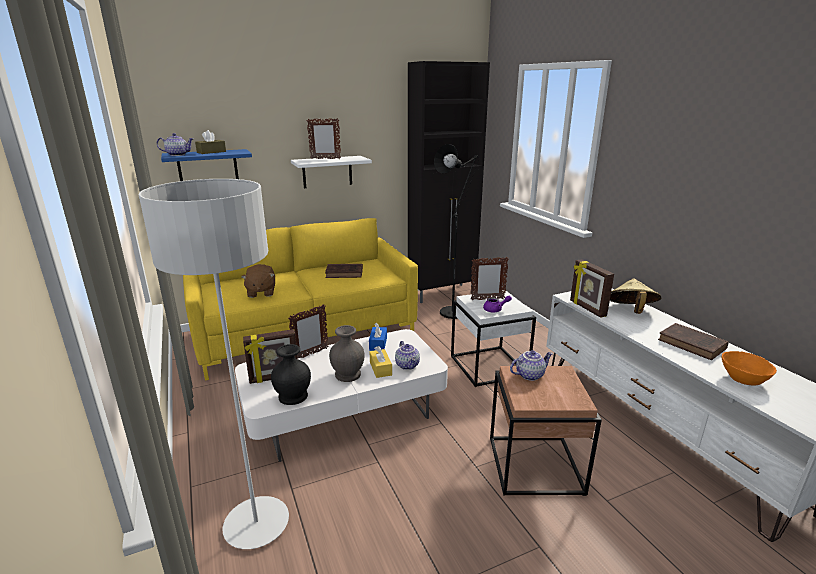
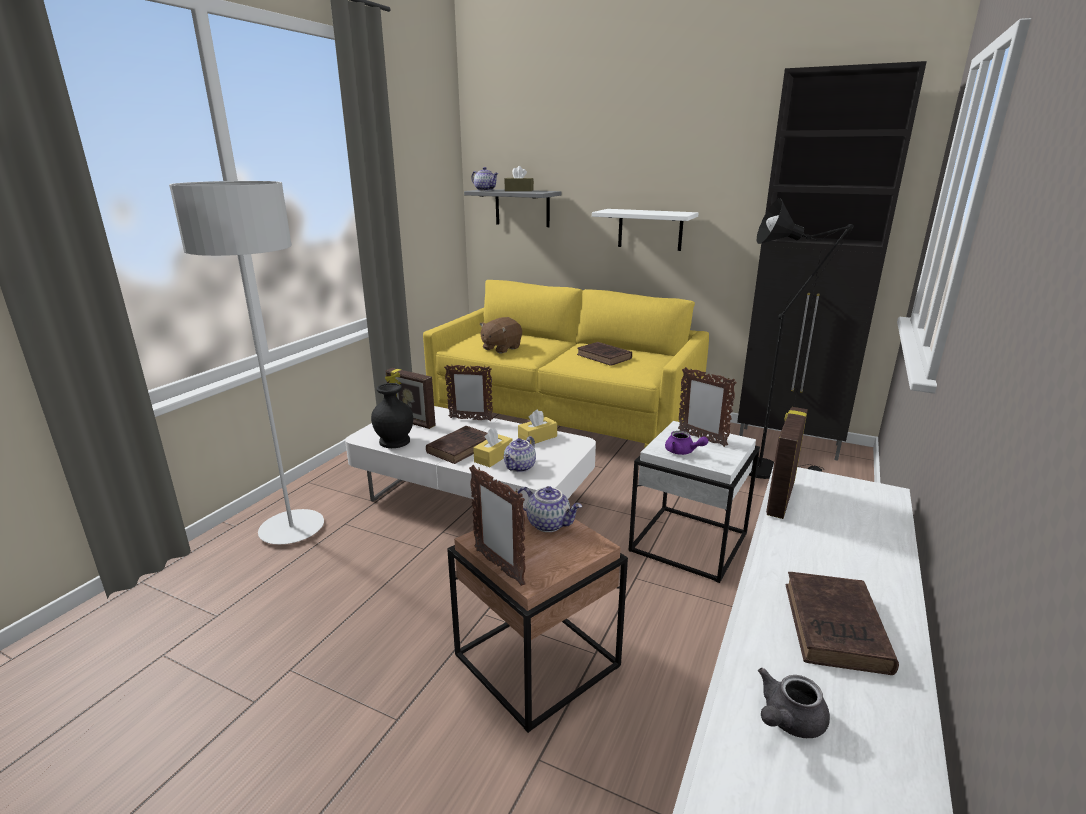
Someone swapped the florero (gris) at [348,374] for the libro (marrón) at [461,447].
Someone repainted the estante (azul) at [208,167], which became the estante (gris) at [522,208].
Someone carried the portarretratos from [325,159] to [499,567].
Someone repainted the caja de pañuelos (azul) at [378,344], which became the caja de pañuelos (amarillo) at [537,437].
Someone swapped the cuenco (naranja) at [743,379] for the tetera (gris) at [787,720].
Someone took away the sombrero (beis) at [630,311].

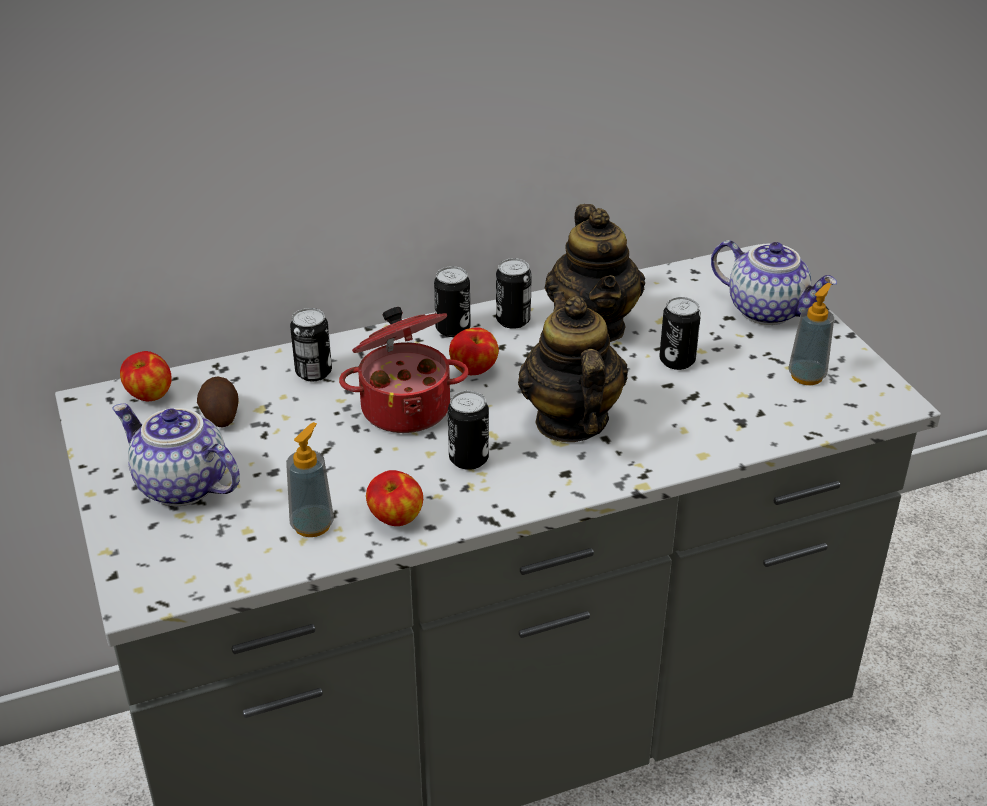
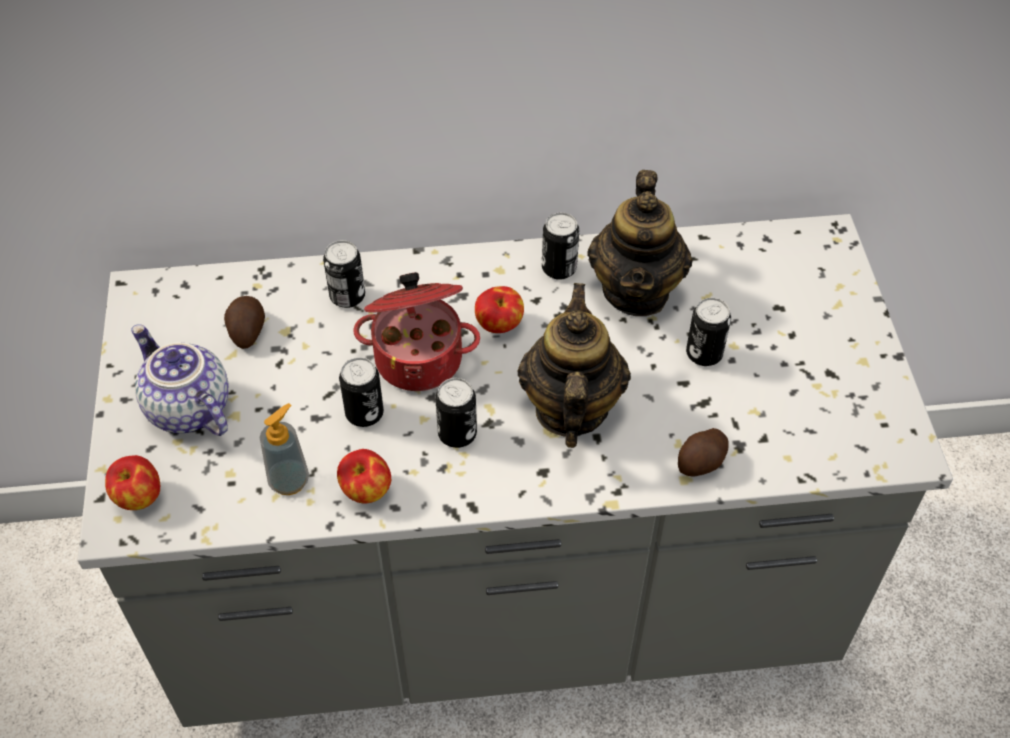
Someone carried the manzana from [149,396] to [138,497].
Someone carried the lata from [453,329] to [364,413].
Someone put down the patata at [702,462].
Someone took away the tetera at [768,310].
Someone took away the dispensador de jabón at [806,376].

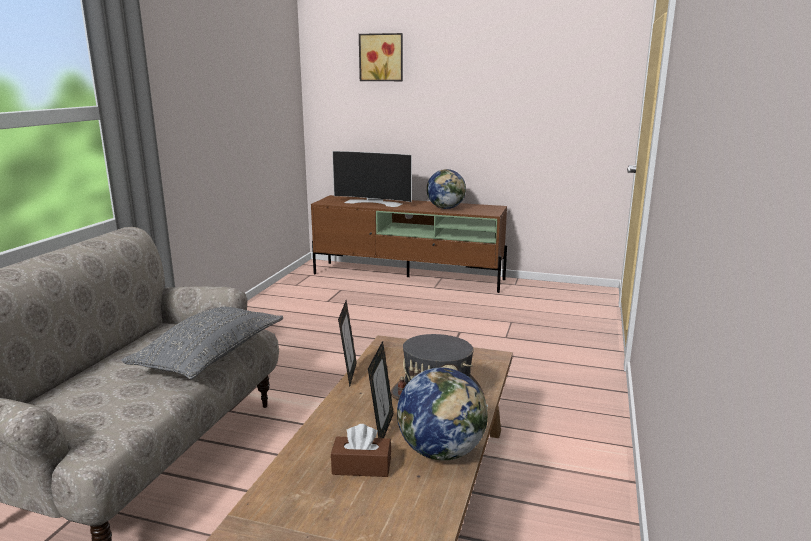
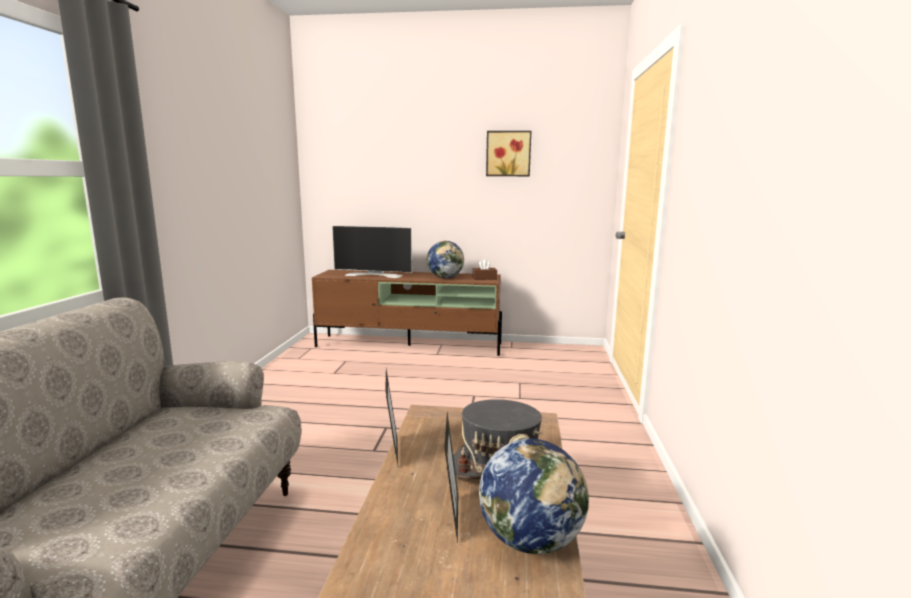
Someone carried the caja de pañuelos (marrón) from [361,466] to [484,278].
Someone carried the cuadro from [381,57] to [508,153].
Someone took away the cojín (gris) at [211,355].

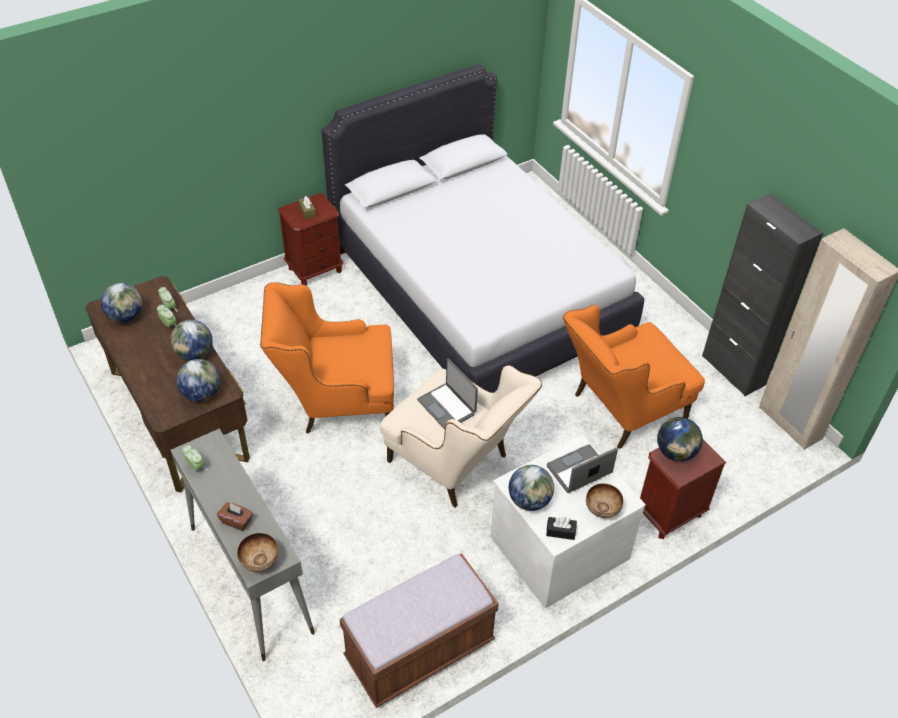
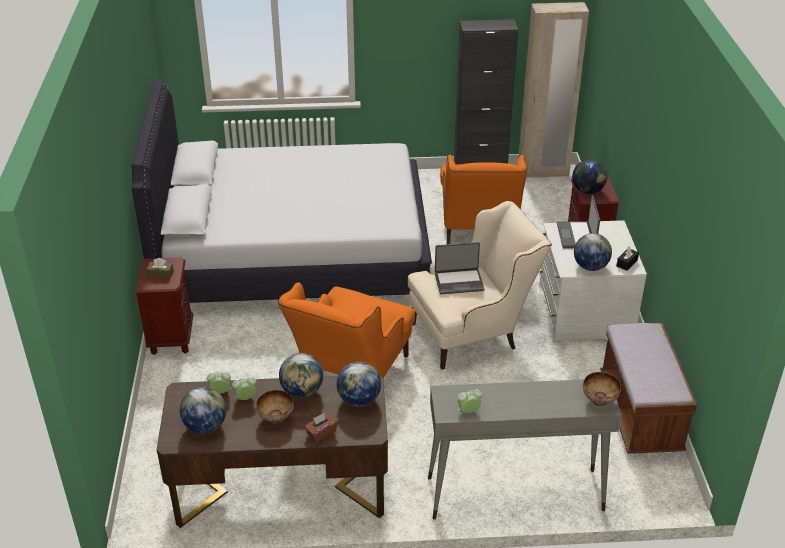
Someone carried the cuenco from [601,511] to [276,418].
Someone carried the caja de pañuelos (marrón) from [236,521] to [321,433].

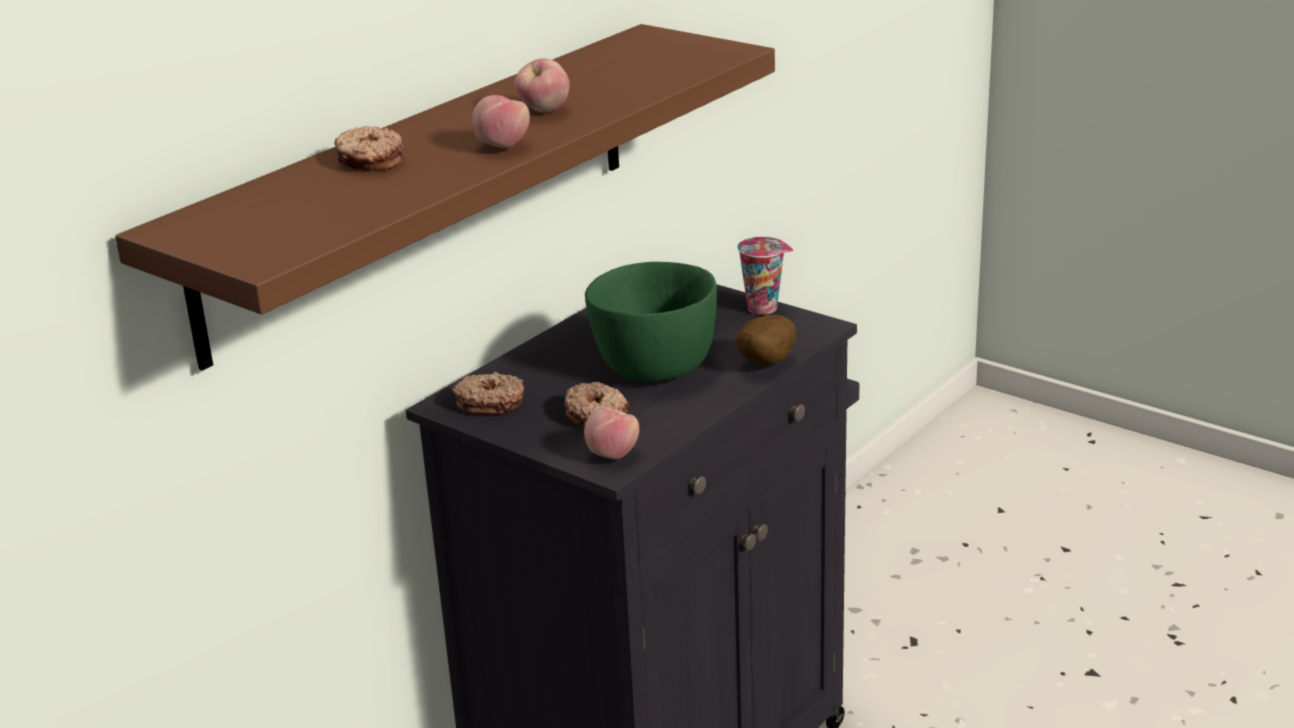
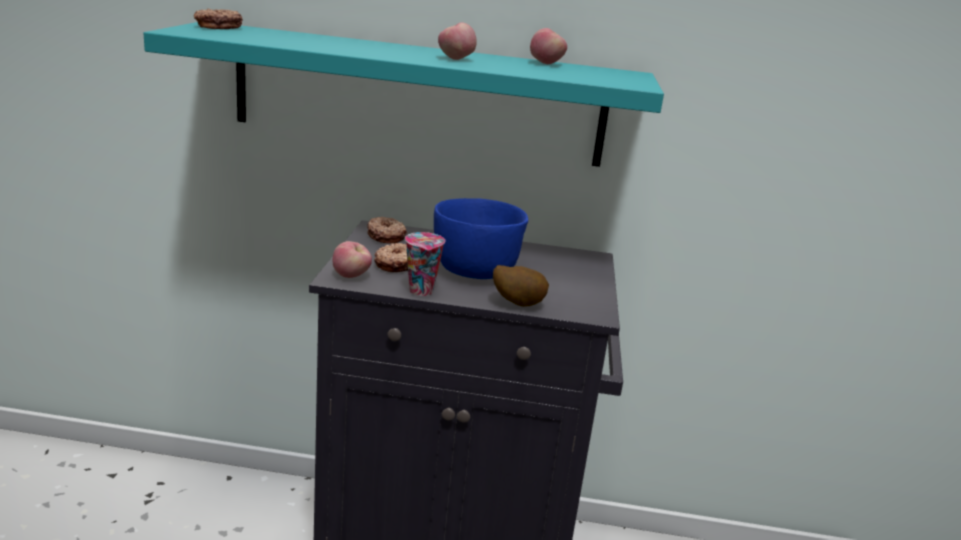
Someone repainted the estante (marrón) at [424,186], which became the estante (turquesa) at [419,95].
Someone carried the rosquilla from [370,161] to [218,27].
Someone carried the taza from [765,308] to [422,291].
Someone repainted the cuenco (verde) at [653,367], which became the cuenco (azul) at [475,271].
Someone carried the manzana from [503,146] to [546,64].

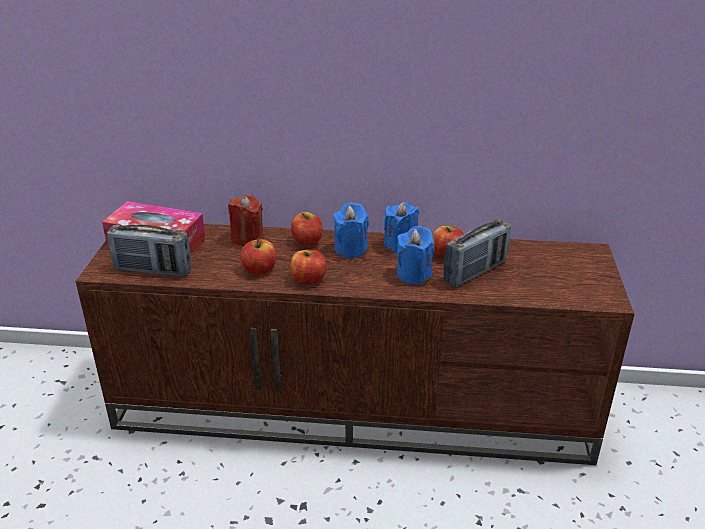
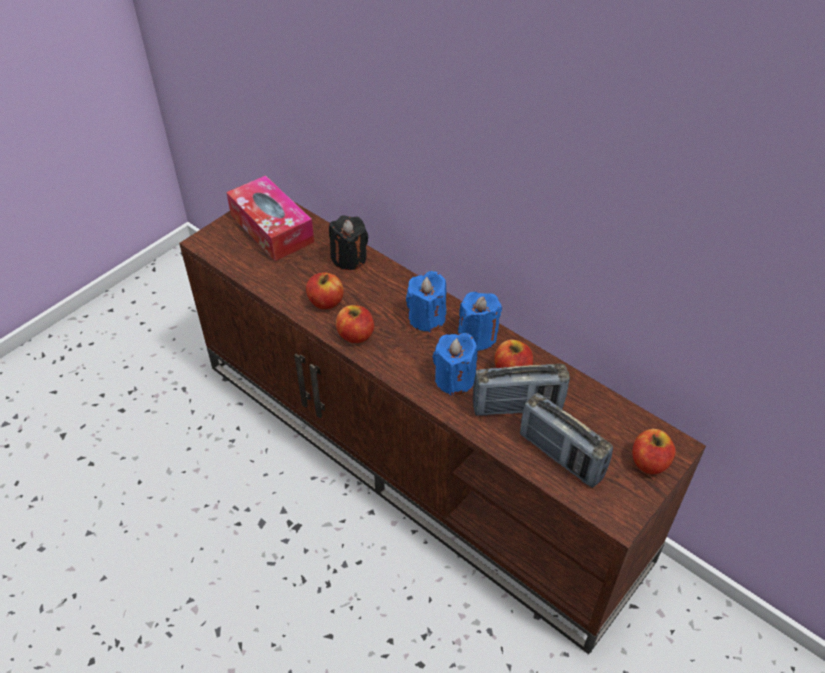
Someone repainted the vela (rojo) at [247,238], which became the vela (negro) at [349,258].
Someone carried the radio from [153,270] to [560,456].
Someone carried the manzana from [307,241] to [649,462].

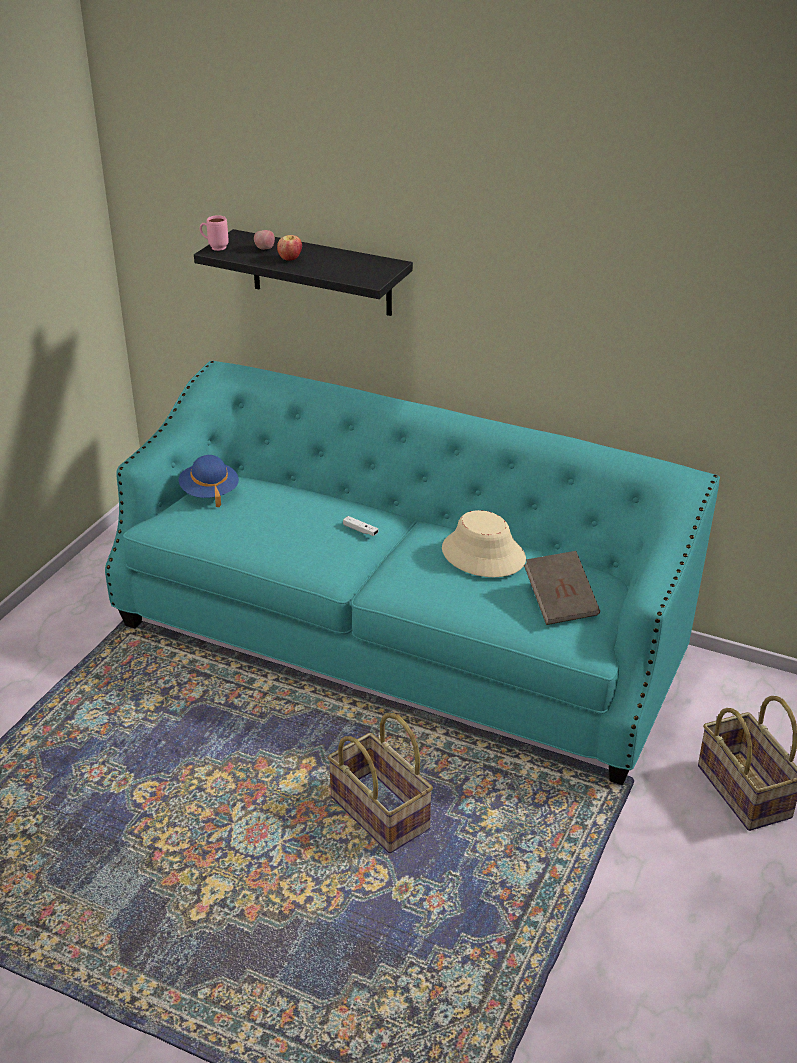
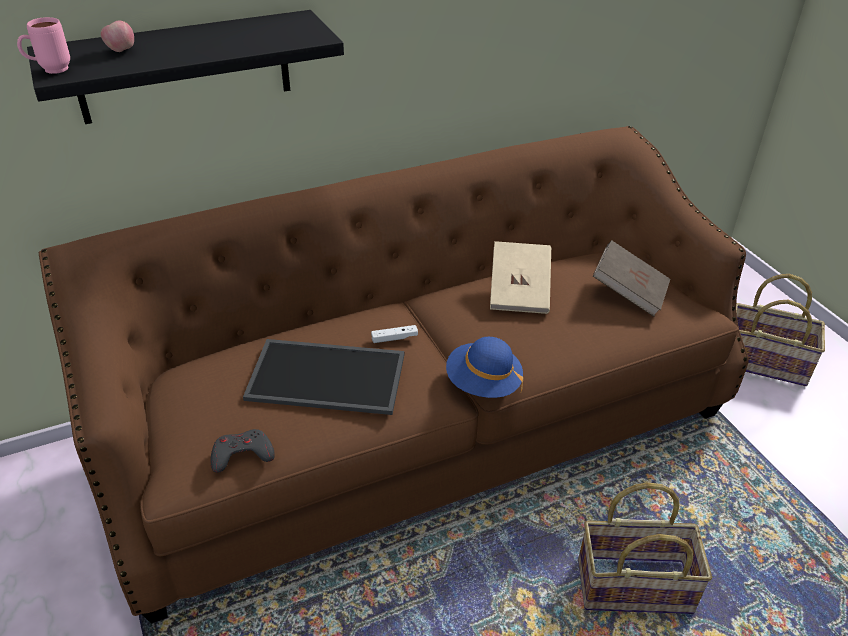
Someone repainted the sofá (turquesa) at [399,641], which became the sofá (marrón) at [422,428].
Someone put down the mando de consola (gris) at [242,454].
Someone put down the bandeja at [328,375].
Someone carried the sombrero (azul) from [209,492] to [483,384].
Someone swapped the sombrero (beis) at [483,554] for the libro (beis) at [519,293].
Someone took away the manzana at [290,259].

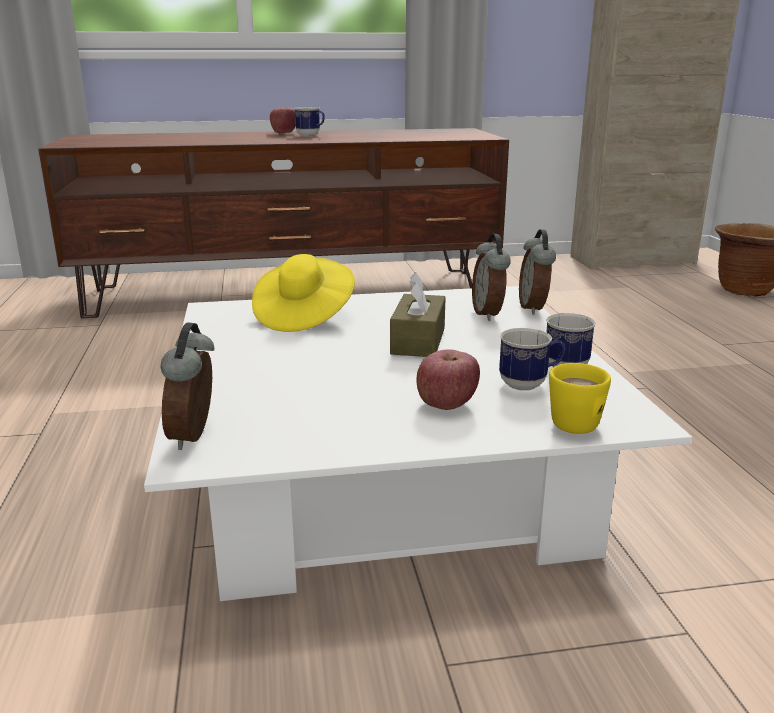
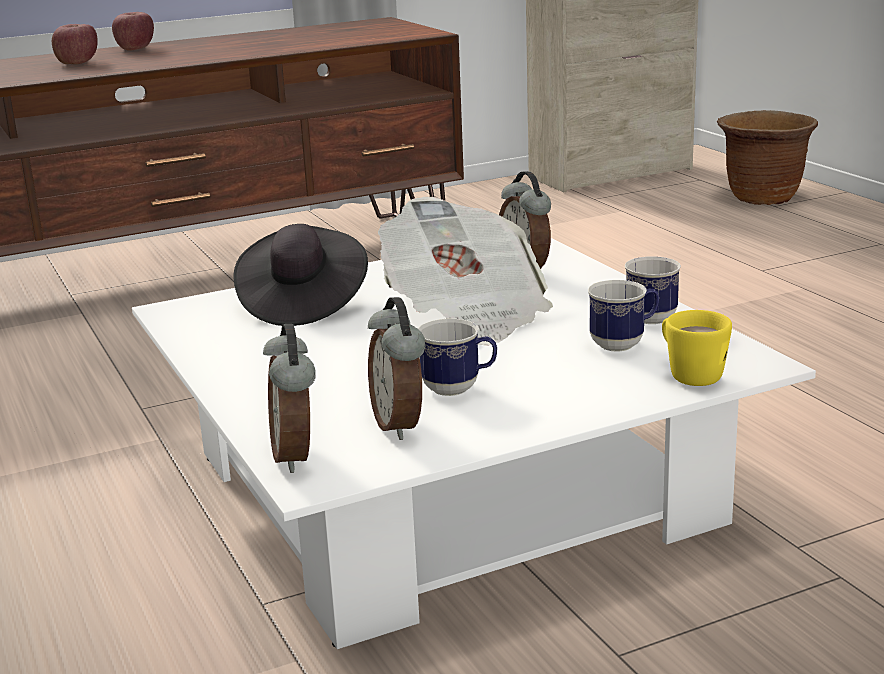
Someone carried the manzana from [446,404] to [77,63].
Someone repainted the sombrero (amarillo) at [303,316], which became the sombrero (negro) at [302,303].
Someone carried the despertador from [534,308] to [400,425].
Someone swapped the caja de pañuelos (marrón) at [418,341] for the periódico at [466,313].
Someone carried the taza grande from [311,135] to [459,389].

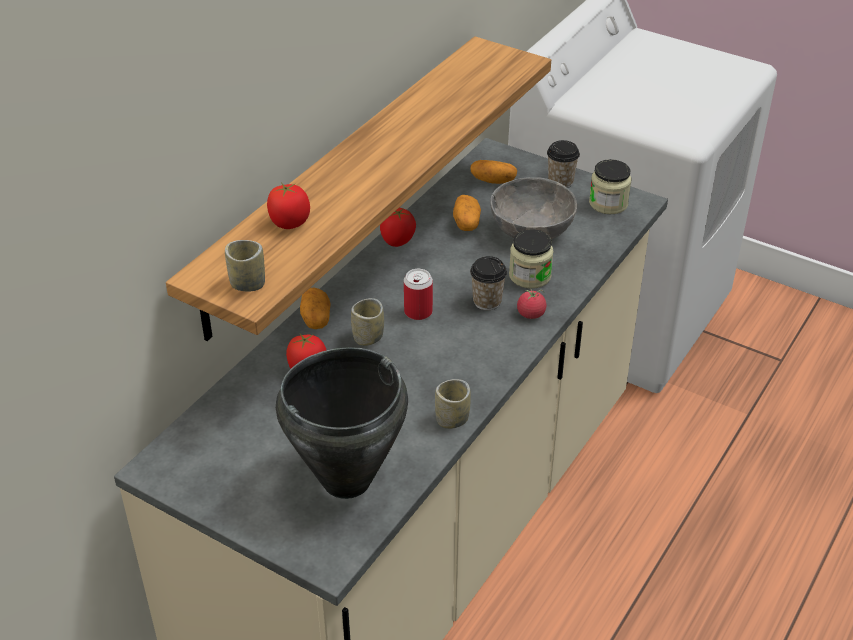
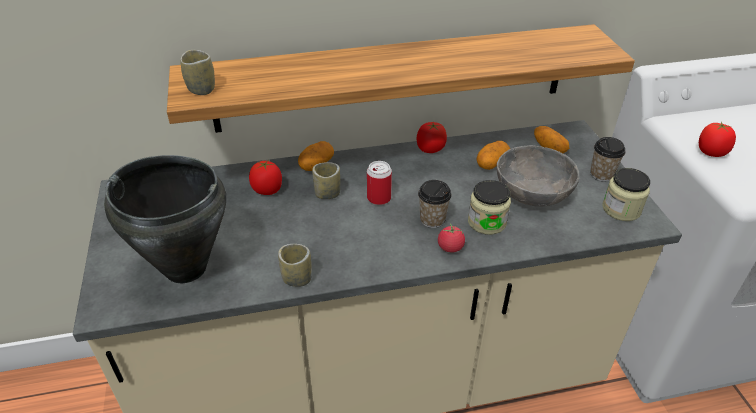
Someone carried the tomate from [290,223] to [711,152].

